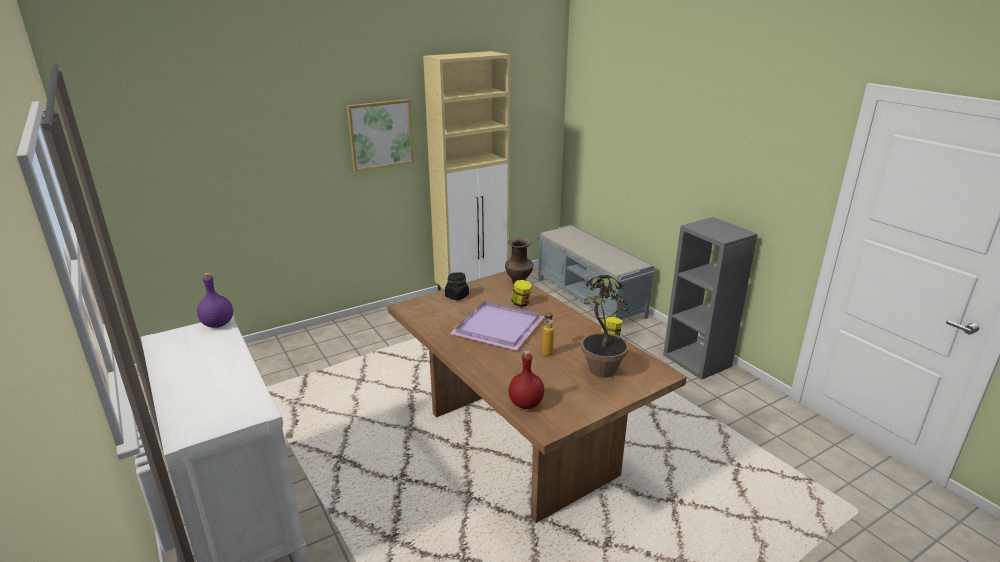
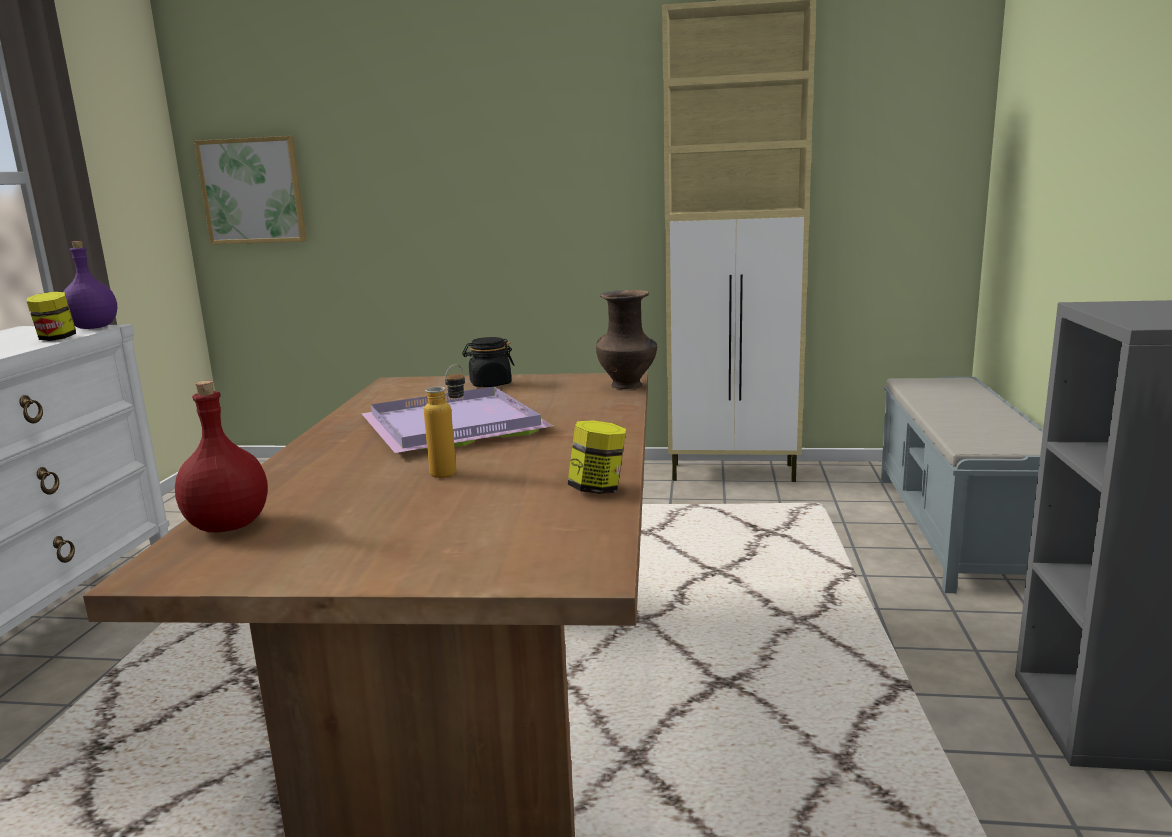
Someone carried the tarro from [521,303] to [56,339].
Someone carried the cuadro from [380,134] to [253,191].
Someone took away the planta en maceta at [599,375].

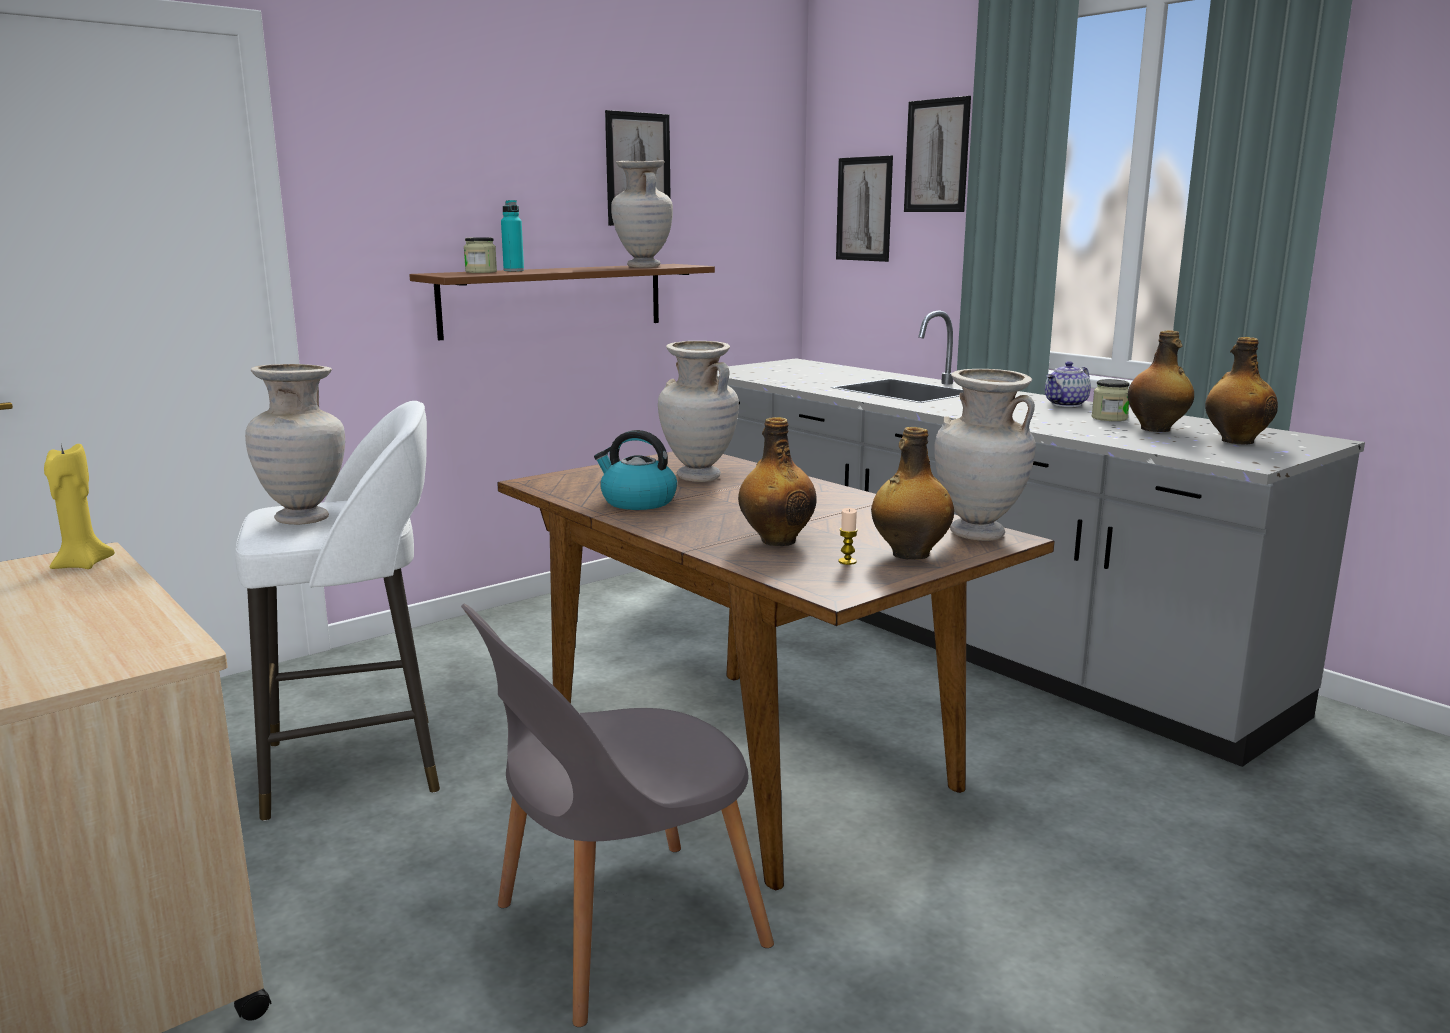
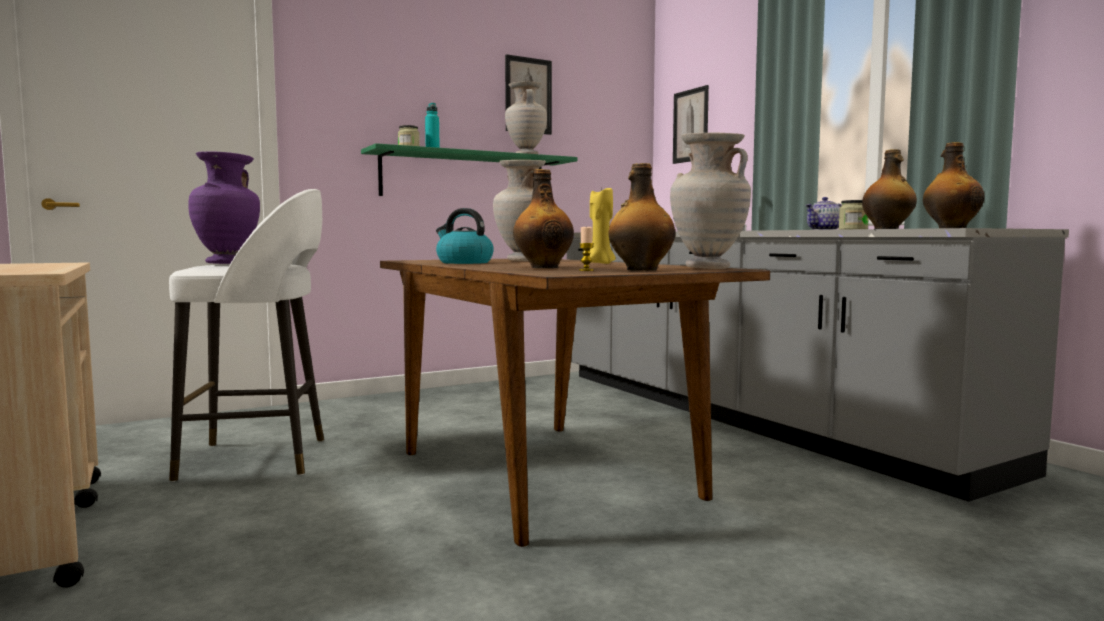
Someone repainted the florero (beis) at [305,519], which became the florero (morado) at [227,264].
Someone repainted the estante (marrón) at [554,299], which became the estante (verde) at [464,177].
Someone carried the vela (amarillo) from [81,565] to [600,263].
Someone took away the silla (gris) at [619,929].
Someone took away the cuadro at [937,156].

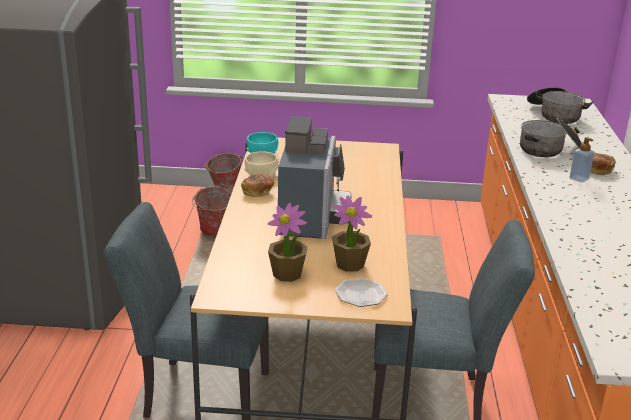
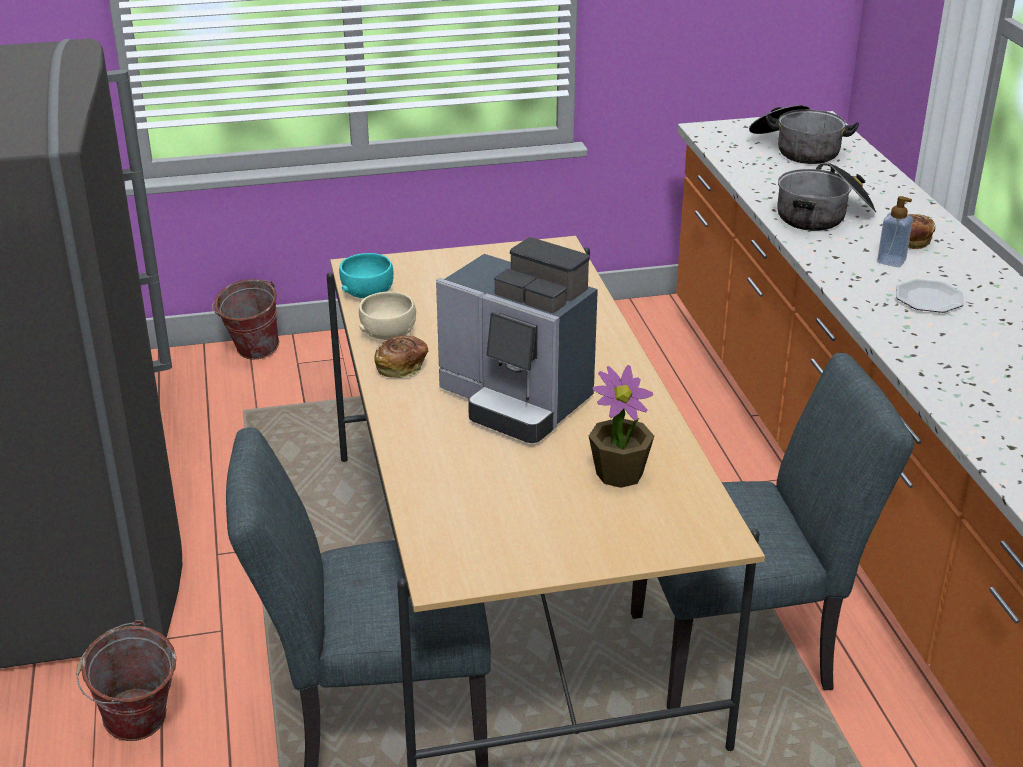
Someone carried the cubo from [213,233] to [138,730].
Someone rotated the cafetera at [312,219] by 135 degrees clockwise.
Someone carried the plato from [361,294] to [929,299].
Someone took away the planta en maceta at [287,274].

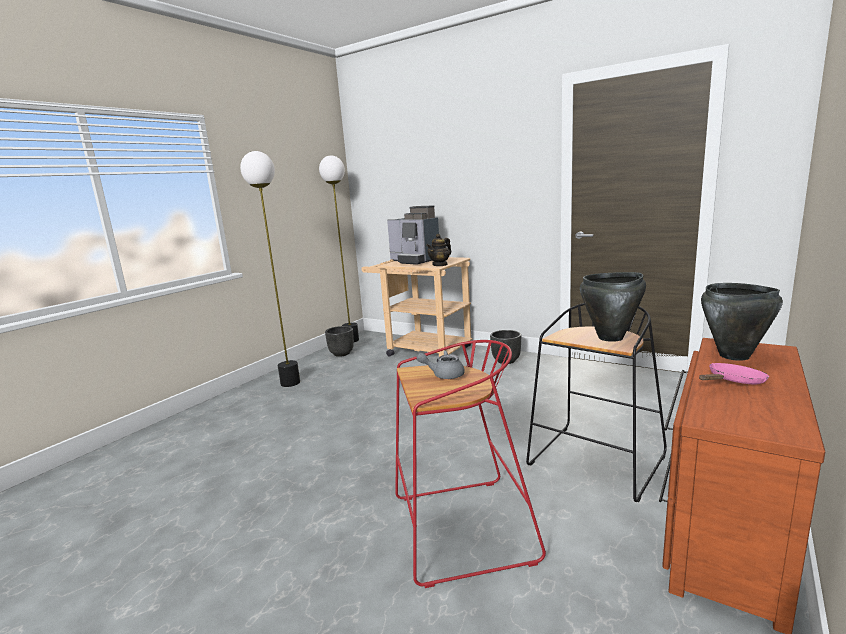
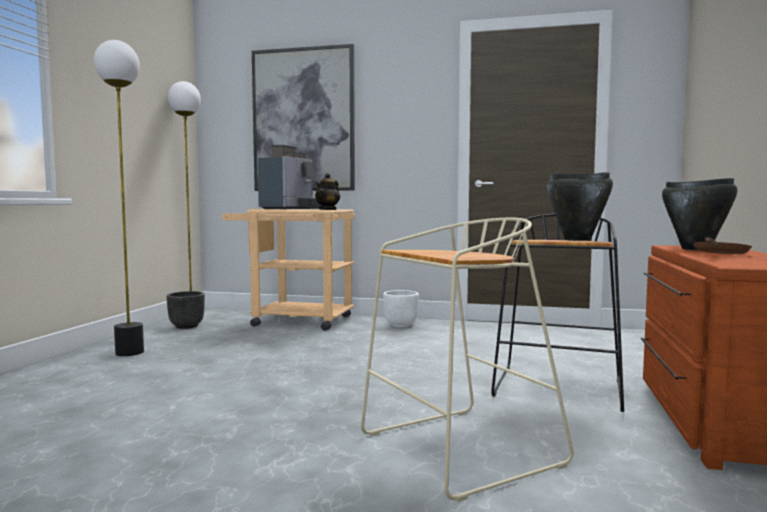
Someone put up the cuadro at [303,120].
Someone rotated the cafetera at [415,260] by 90 degrees counterclockwise.
Someone repainted the taburete (rojo) at [460,530], which became the taburete (beis) at [459,451].
Someone repainted the maceta (negro) at [505,361], which became the maceta (blanco) at [400,325].
Someone repainted the sartén (rosa) at [733,382], which became the sartén (marrón) at [720,255].
Someone took away the tetera (gris) at [444,375].

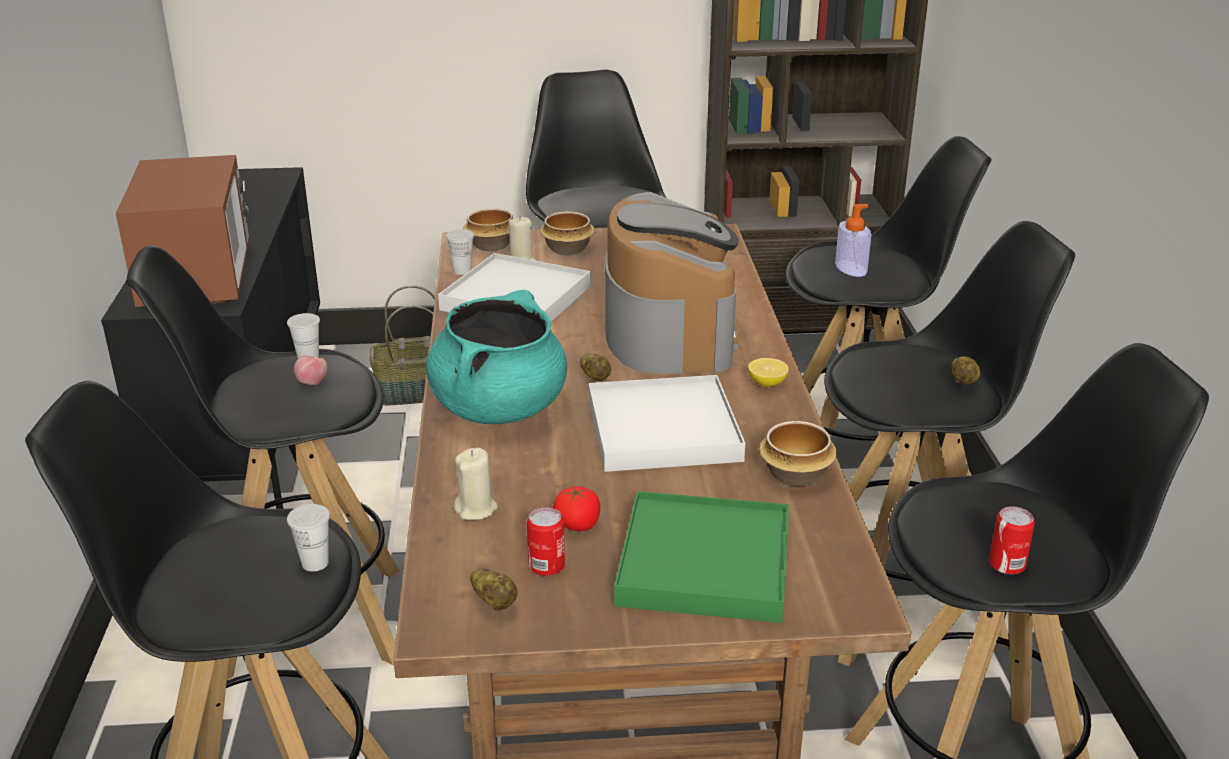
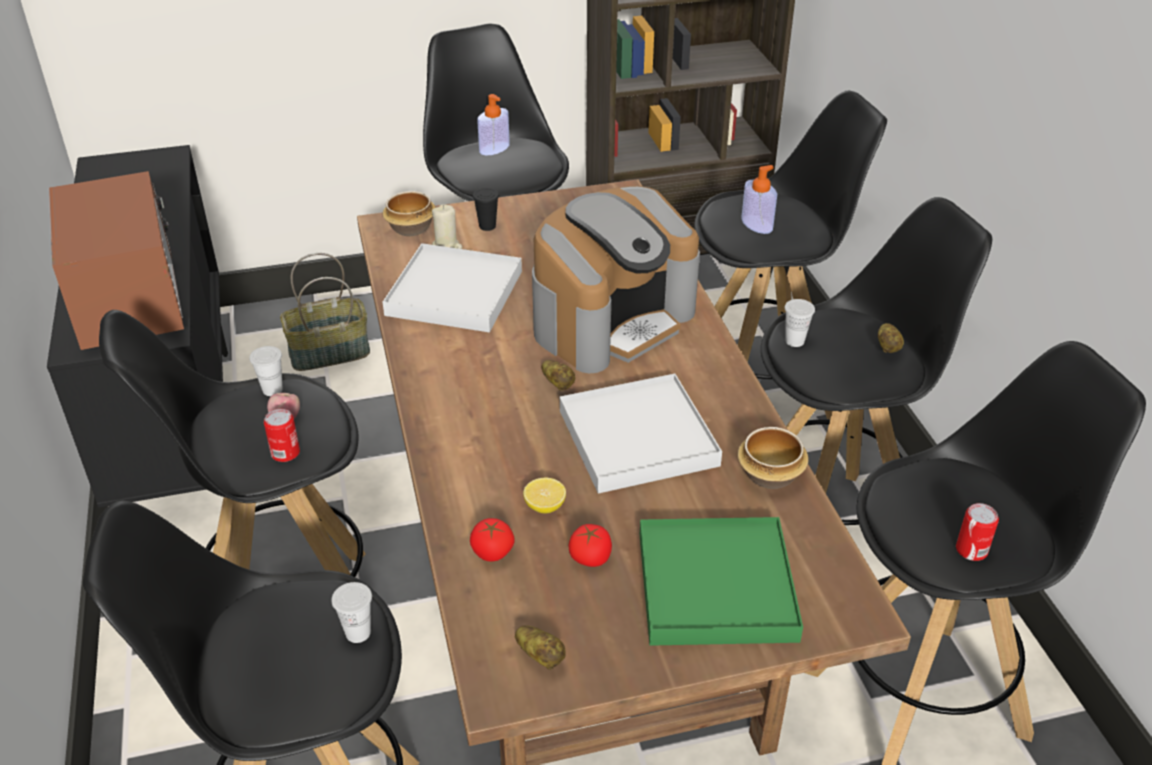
Someone carried the lata from [546,566] to [285,453].
Someone swapped the vela (beis) at [476,509] for the tomate at [492,552].
Someone swapped the cuenco at [568,249] for the taza (negro) at [487,226].
Someone put down the dispensador de jabón at [494,148].
Someone carried the limón from [767,384] to [545,506].
Someone rotated the cafetera at [669,332] by 60 degrees clockwise.
Someone carried the taza (blanco) from [462,271] to [794,341].
Someone took away the olla (turquesa) at [499,408].

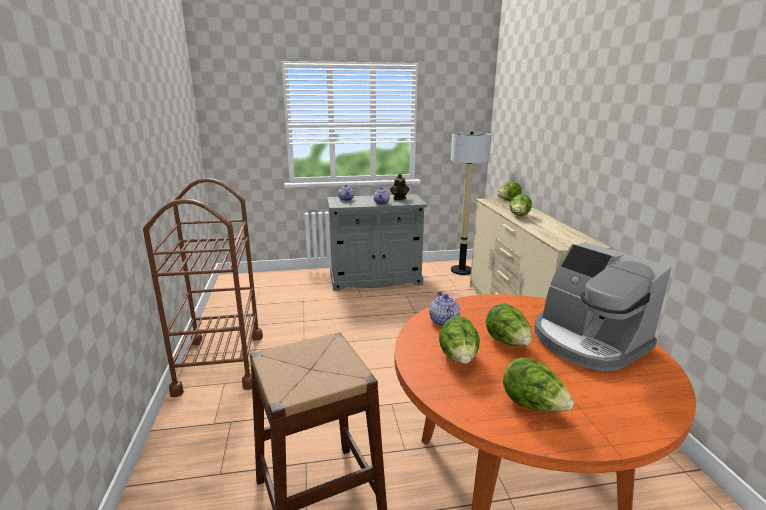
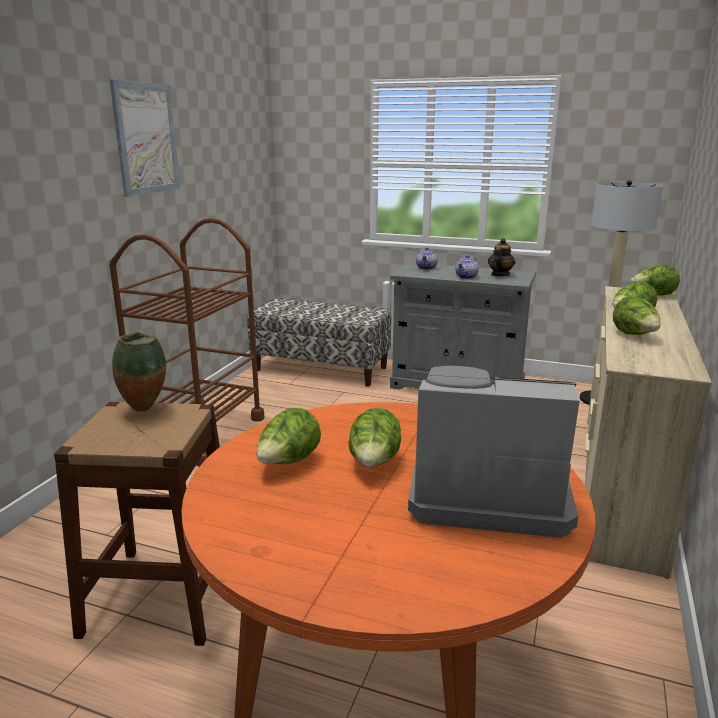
Someone put up the cuadro at [146,139].
Someone put down the florero at [145,409].
Someone put down the banco at [321,368].
Someone rotated the cafetera at [587,341] by 105 degrees clockwise.
Someone carried the lechuga from [533,405] to [634,335].
Someone took away the tetera at [443,321].

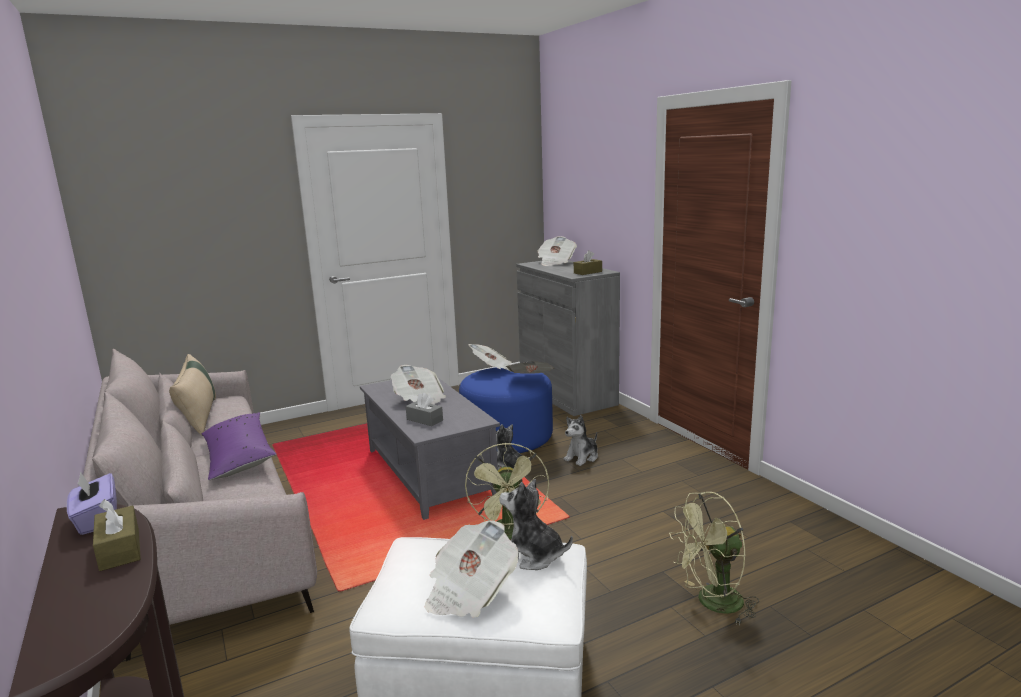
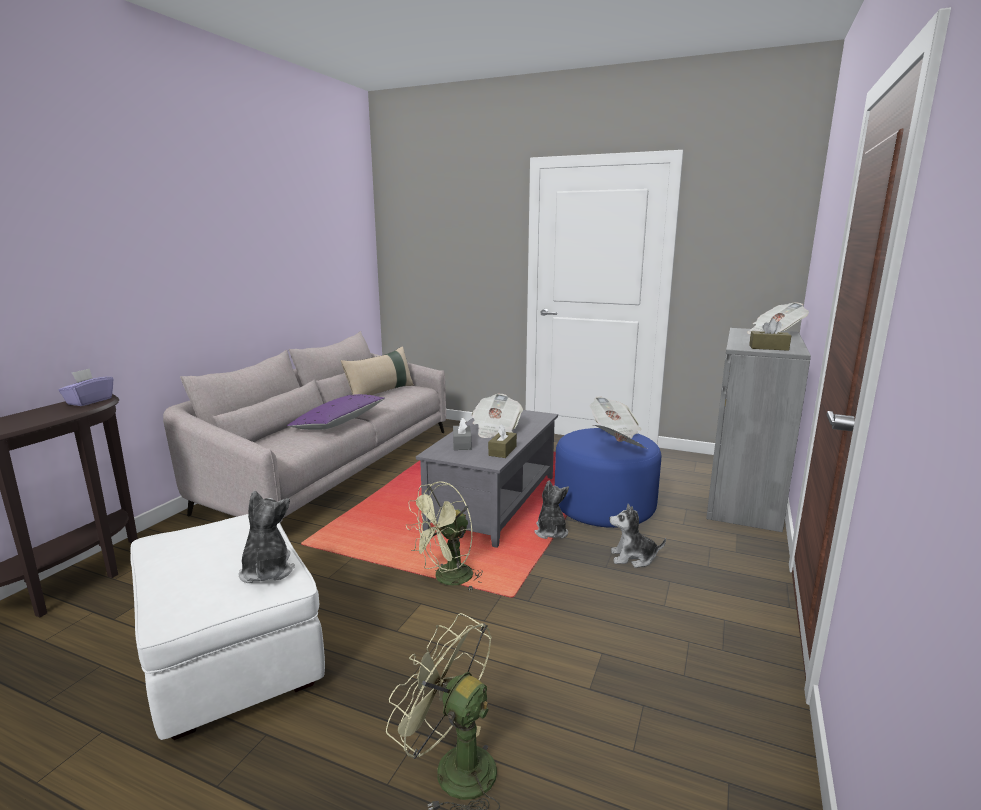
Someone carried the caja de pañuelos (marrón) from [120,549] to [502,451].
Someone took away the periódico at [469,591].

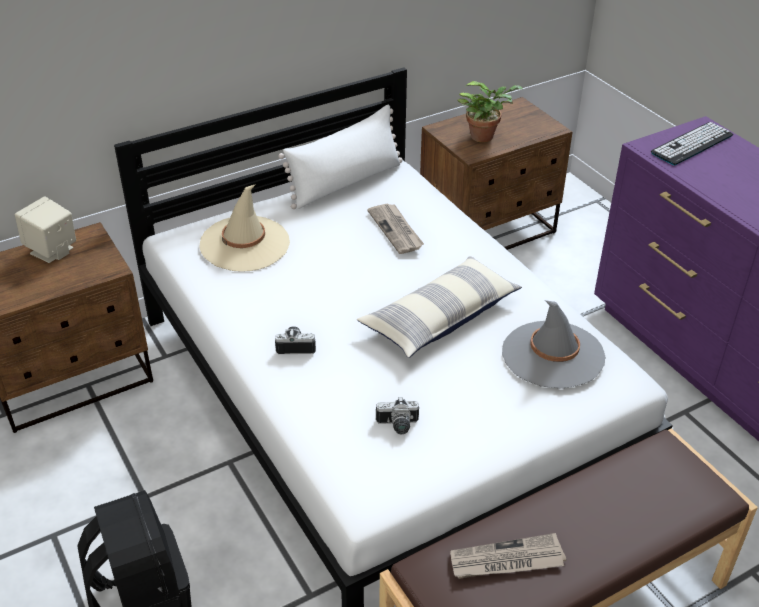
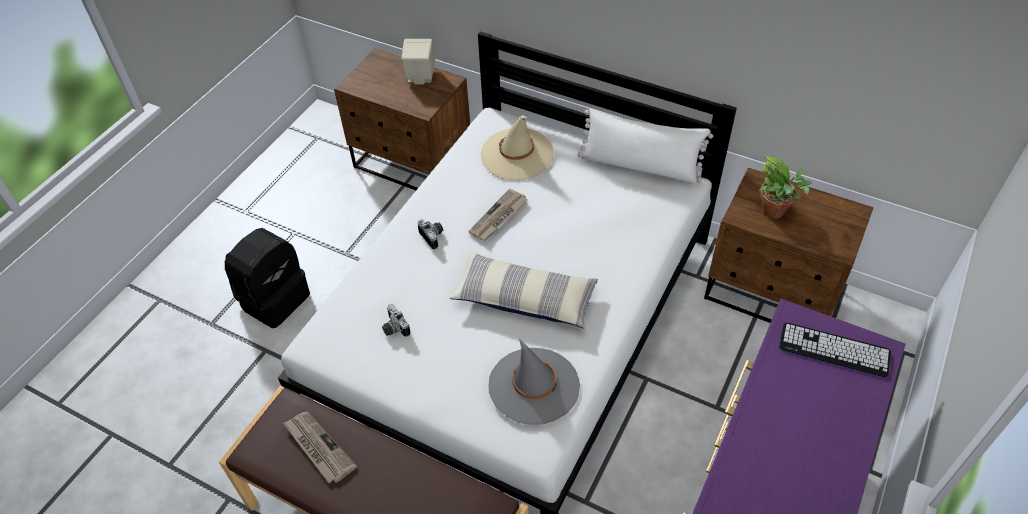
Someone carried the periódico from [396,230] to [498,217].

